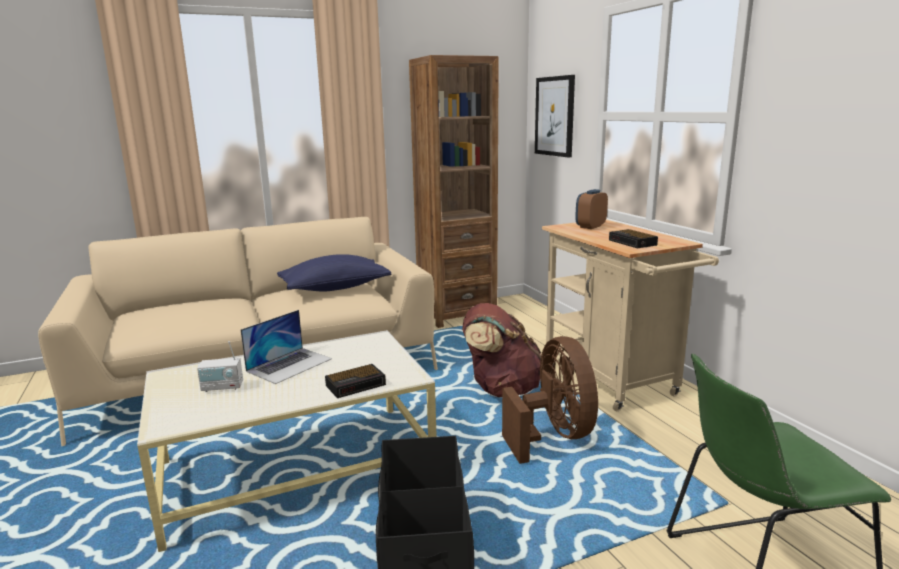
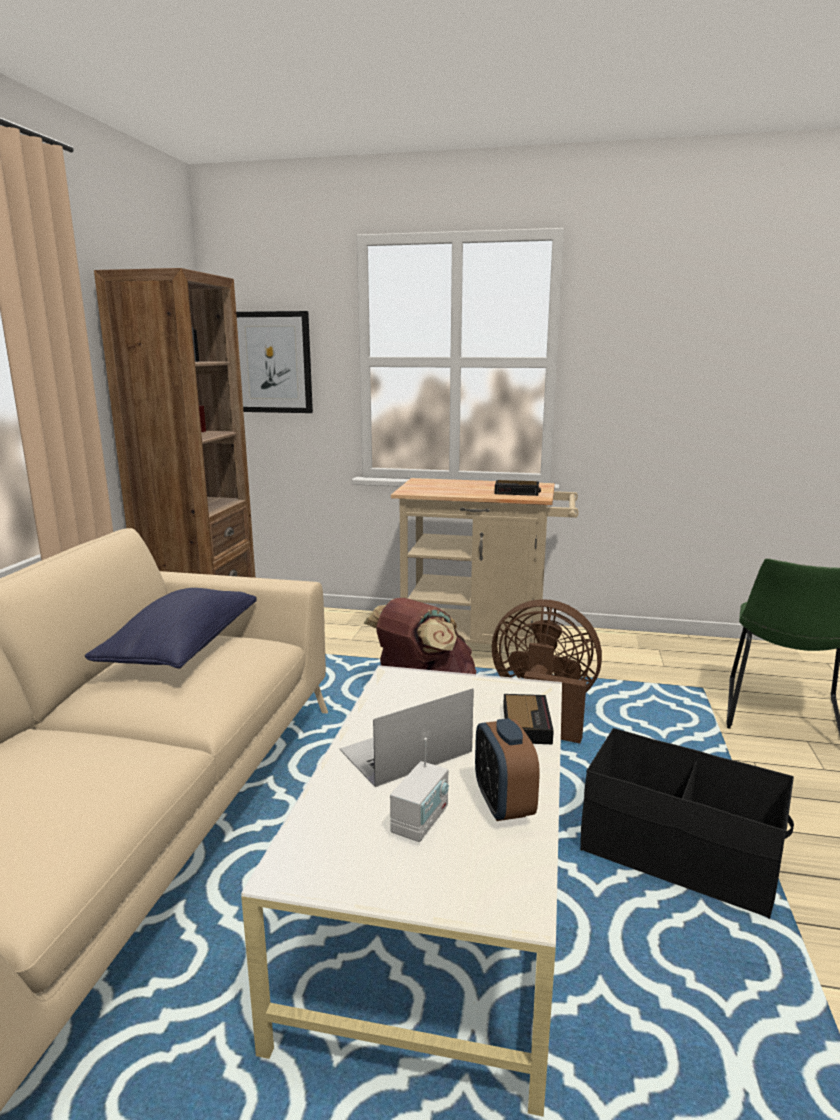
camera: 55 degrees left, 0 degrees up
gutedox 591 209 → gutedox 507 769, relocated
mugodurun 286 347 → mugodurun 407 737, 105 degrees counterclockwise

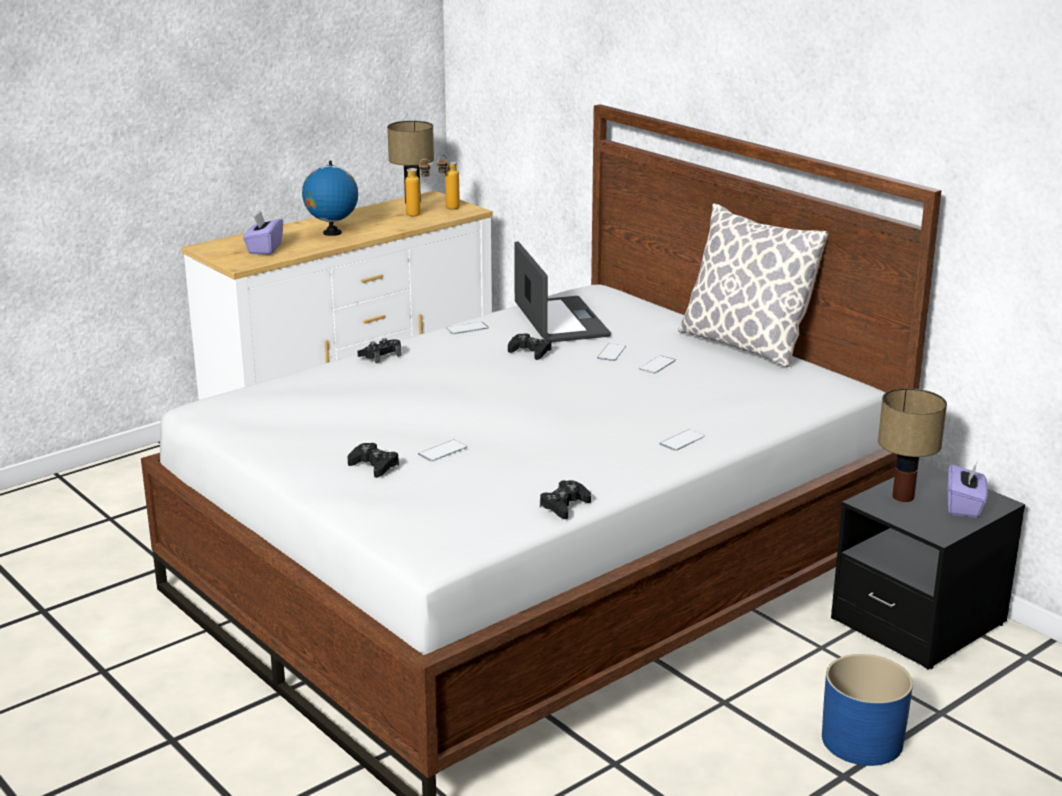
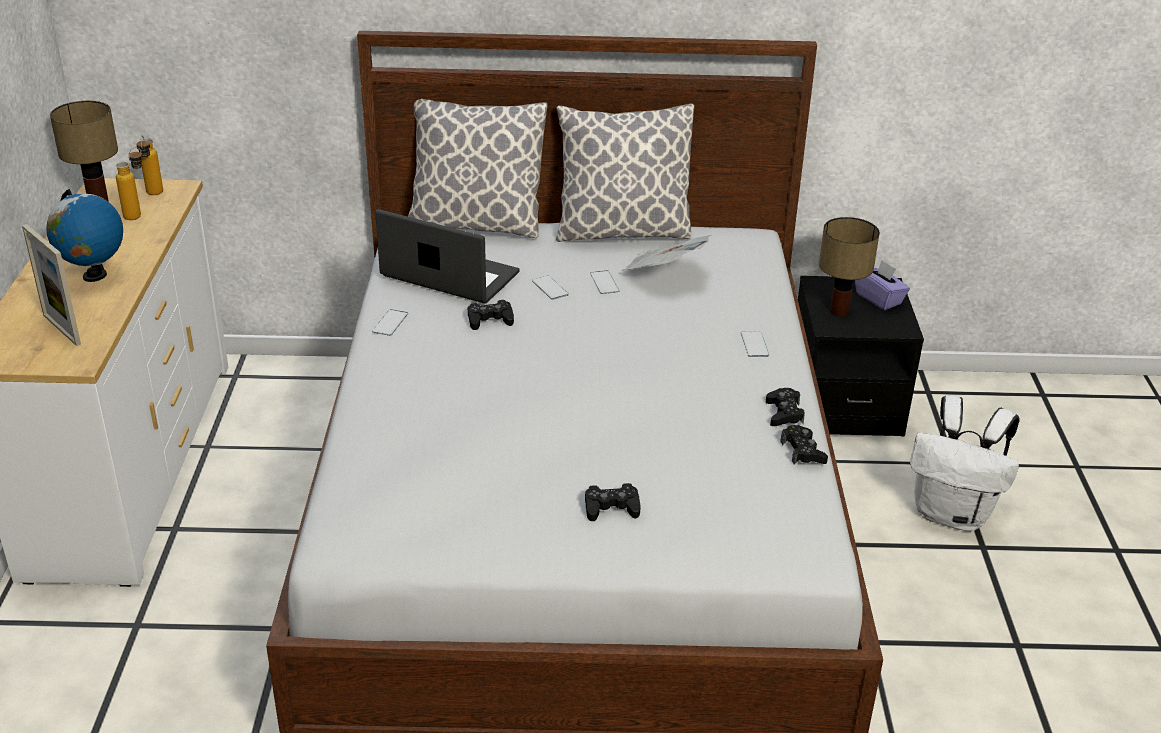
camera: 50 degrees left, 10 degrees up
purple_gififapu 263 233 → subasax 51 285
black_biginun 380 350 → black_biginun 785 407, relocated
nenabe 442 450 → -
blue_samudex 867 710 → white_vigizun 965 463
- → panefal 478 168
- → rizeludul 666 253

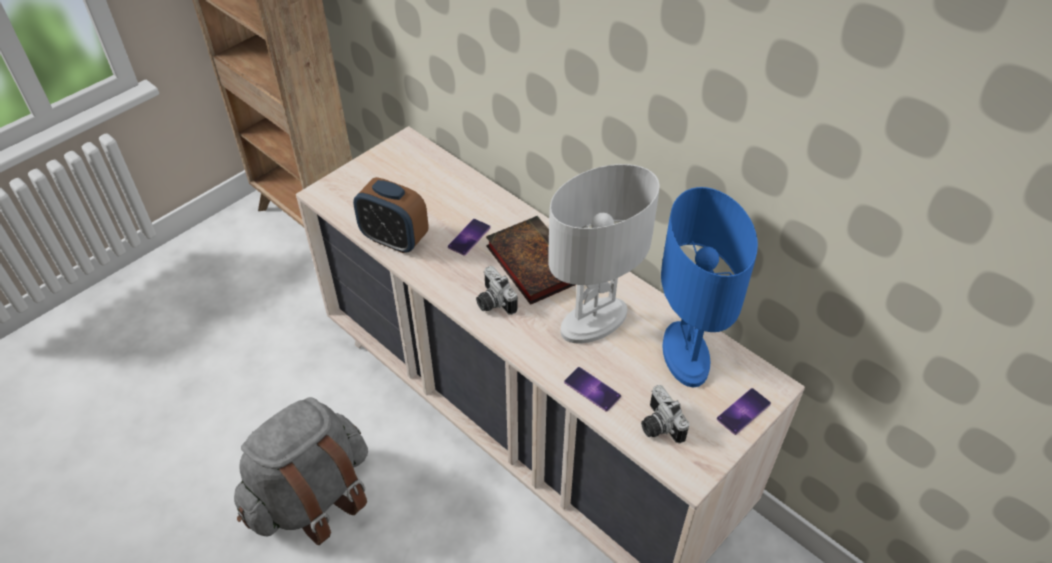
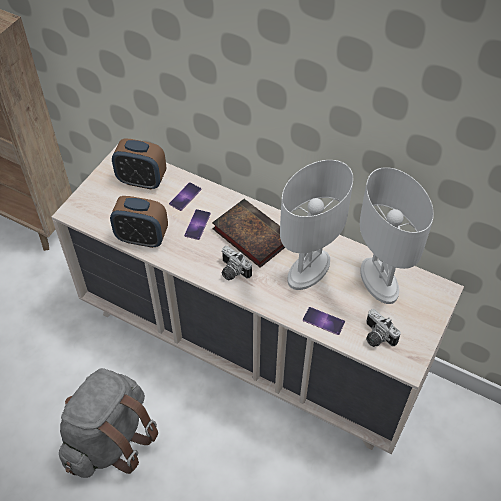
camera: 15 degrees left, 5 degrees up
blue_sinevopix 709 287 → white_sinevopix 397 235
nenabe 744 411 → nenabe 185 196, relocated
- → gutedox 139 164

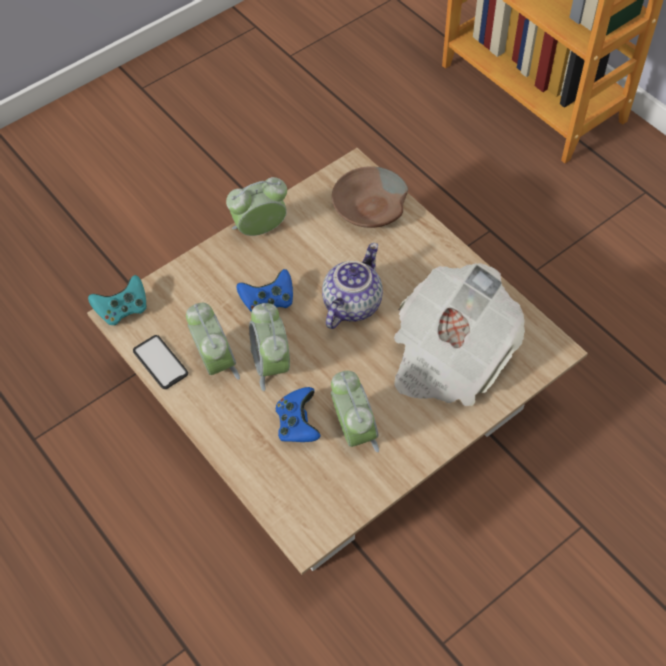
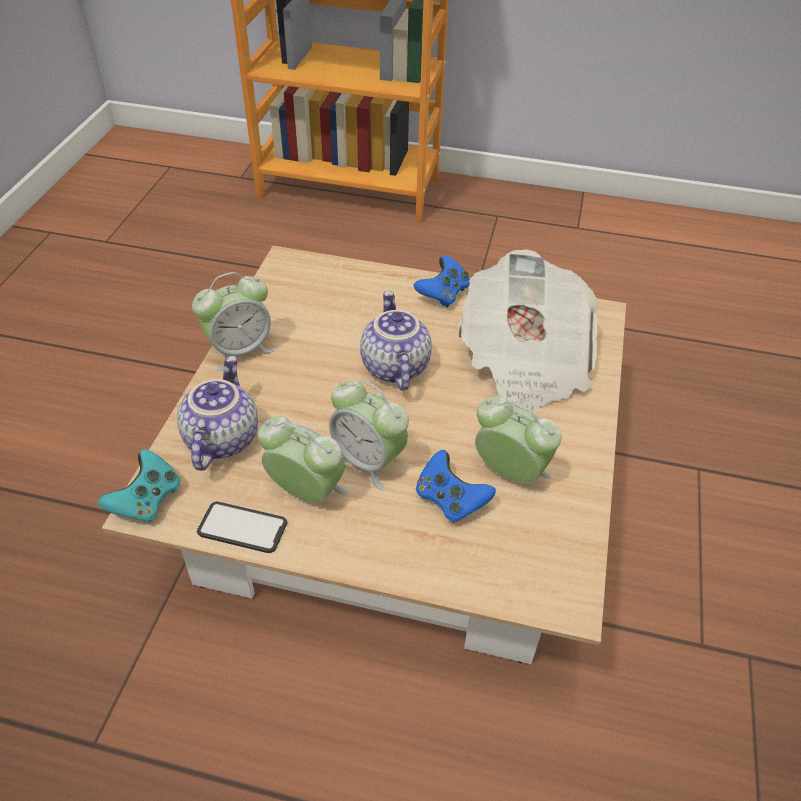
camera: 40 degrees left, 10 degrees down
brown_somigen 370 197 → -
gutedox 256 206 → gutedox 233 321, 150 degrees counterclockwise
blue_biginun 265 290 → blue_biginun 442 281, relocated
- → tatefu 217 413

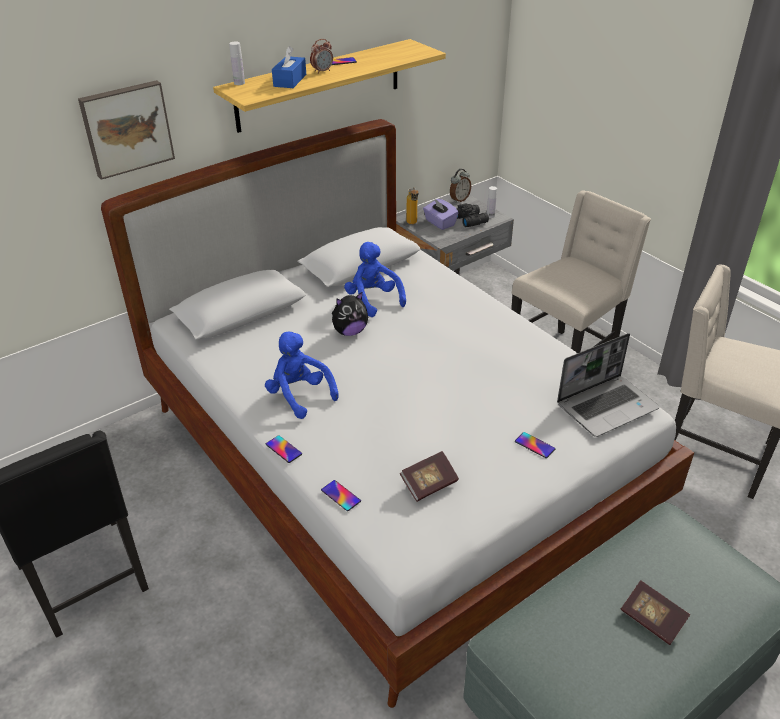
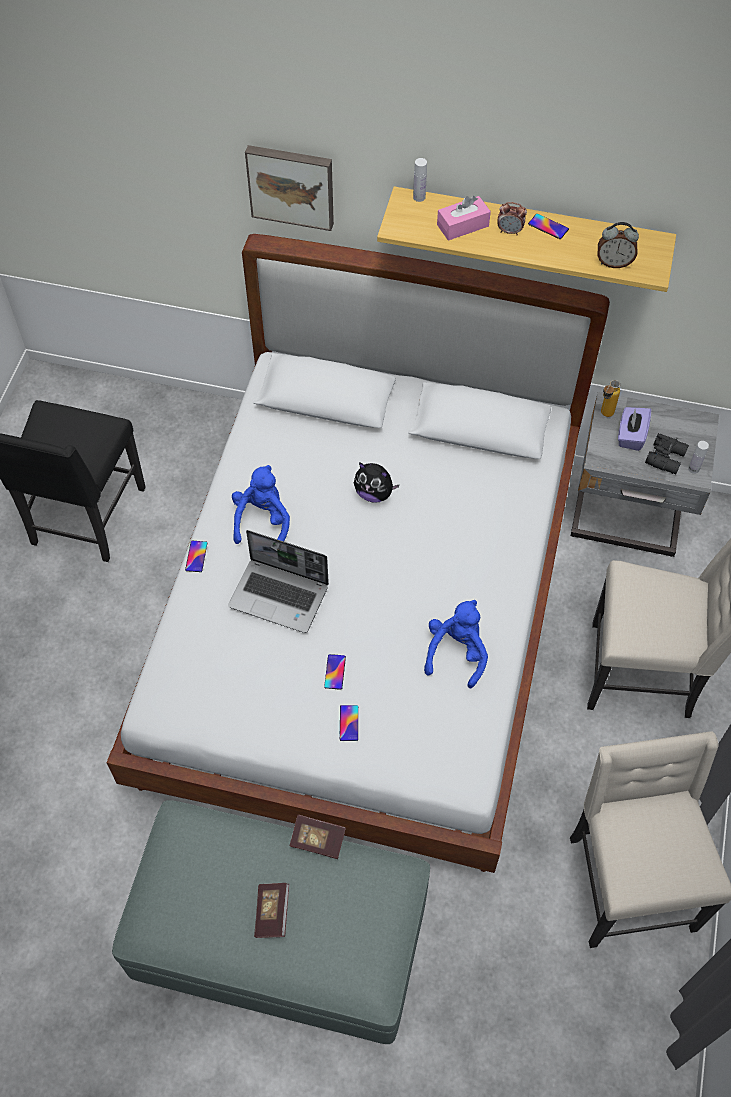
camera: 50 degrees right, 20 degrees up
blue_gififapu 289 67 → pink_gififapu 464 218
gutedox 460 186 → gutedox 618 245, relocated
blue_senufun 375 279 → blue_senufun 456 644, relocated
mugodurun 608 385 → mugodurun 278 581, relocated
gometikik 429 476 → gometikik 317 837, relocated
nenabe 341 495 → nenabe 335 672, relocated

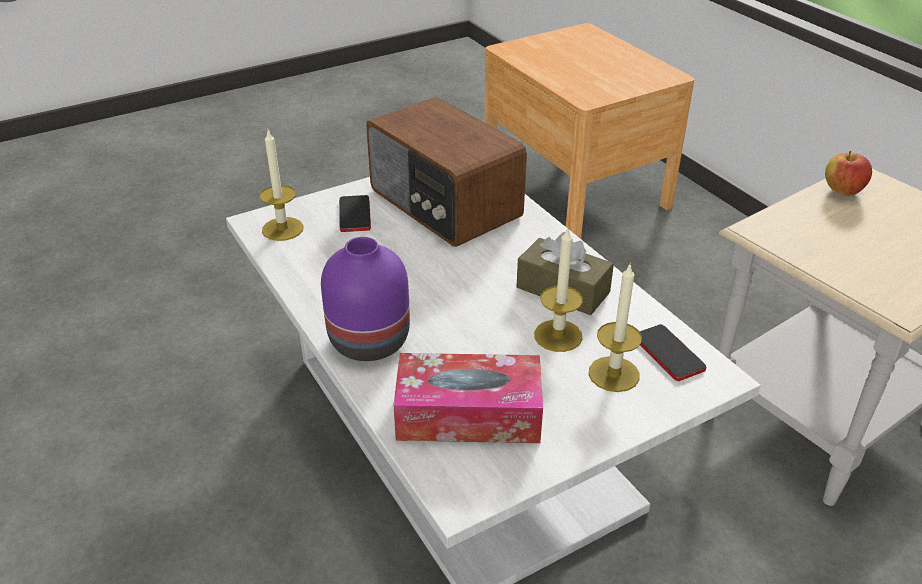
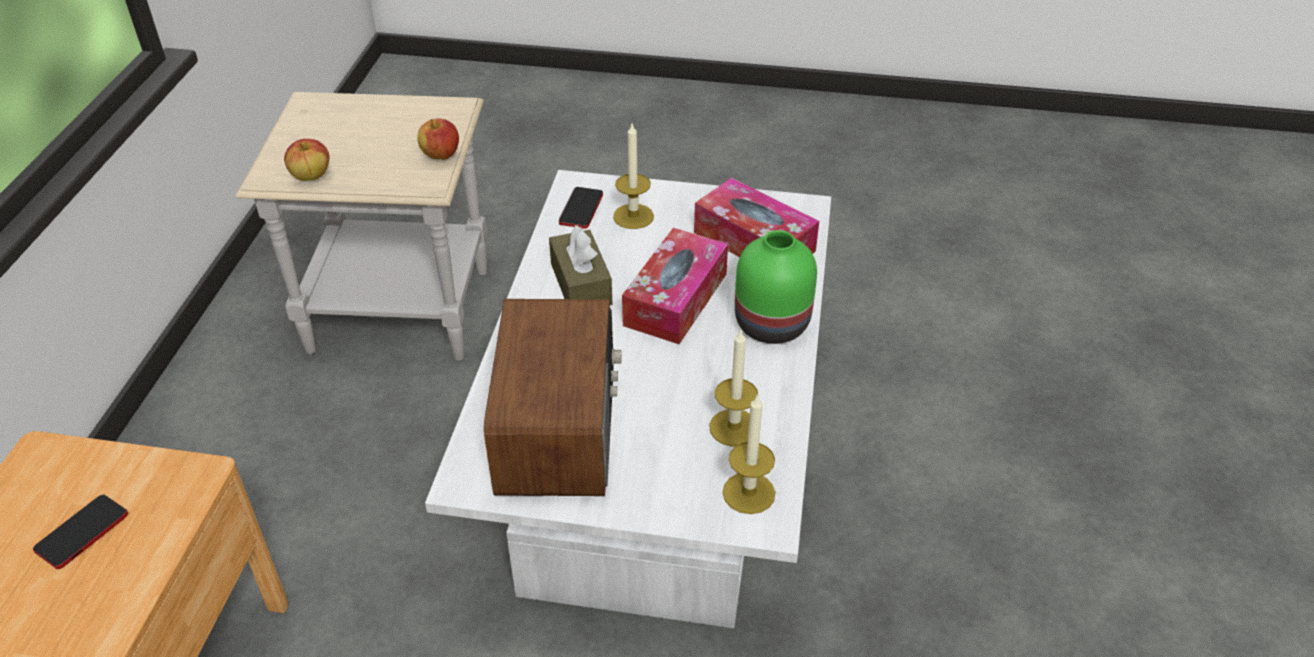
camera: 140 degrees left, 5 degrees up
nenabe 355 213 → nenabe 80 532, relocated
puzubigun 558 290 → puzubigun 733 388, relocated
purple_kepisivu 365 299 → green_kepisivu 776 287
- → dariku 438 139
- → gififapu 675 286

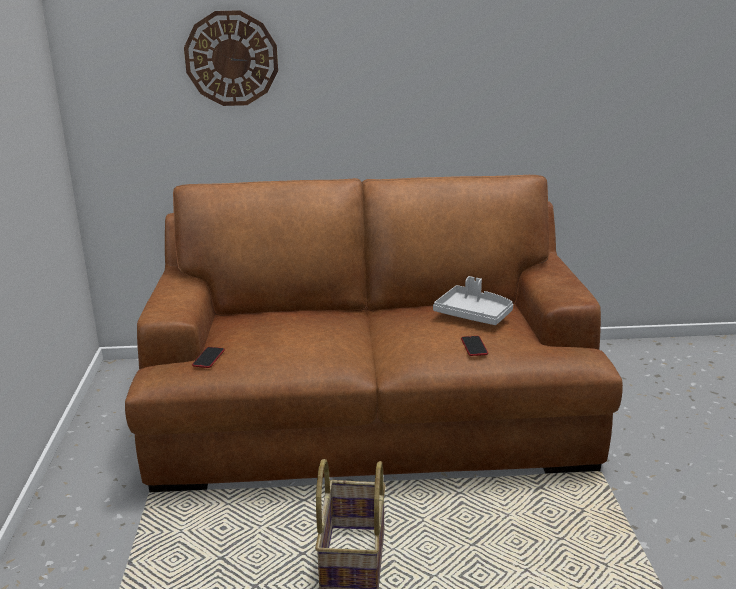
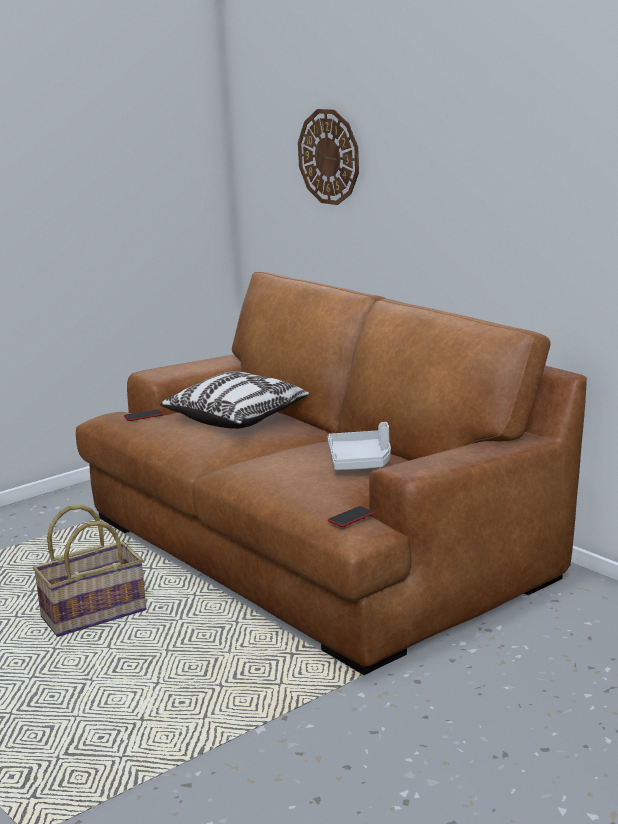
camera: 55 degrees right, 5 degrees down
nenabe 474 346 → nenabe 351 516, relocated
- → panefal 234 400

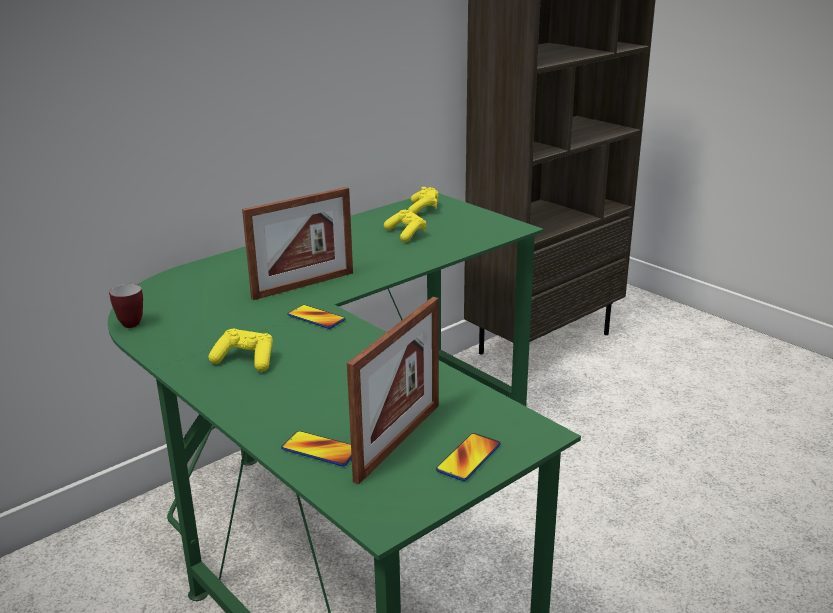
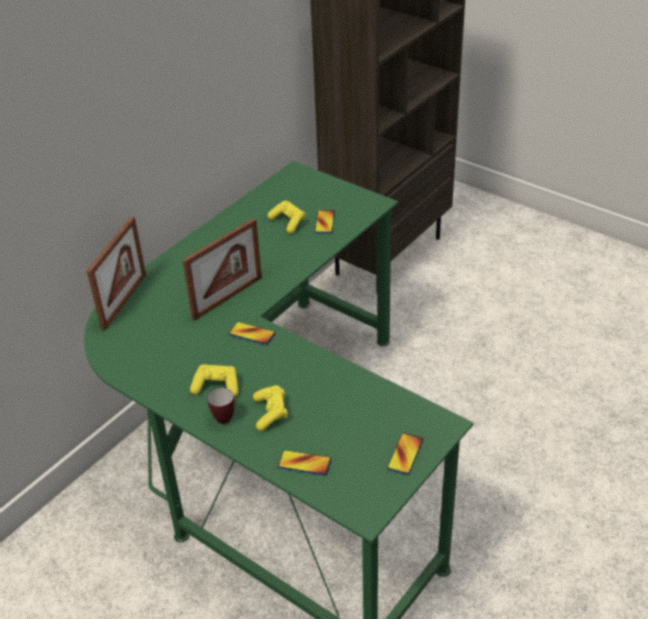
camera: 10 degrees left, 15 degrees up
yellow_biginun 423 200 → yellow_biginun 270 408, relocated
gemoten 126 306 → gemoten 221 406, relocated
subasax 393 390 → subasax 116 274, relocated
- → nenabe 325 221

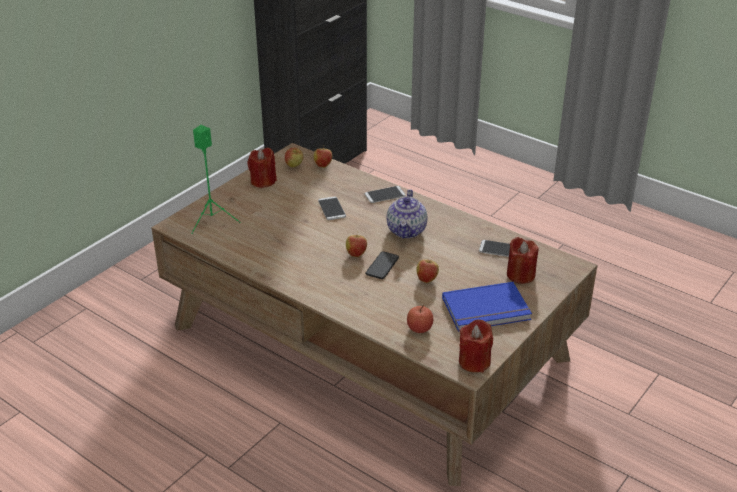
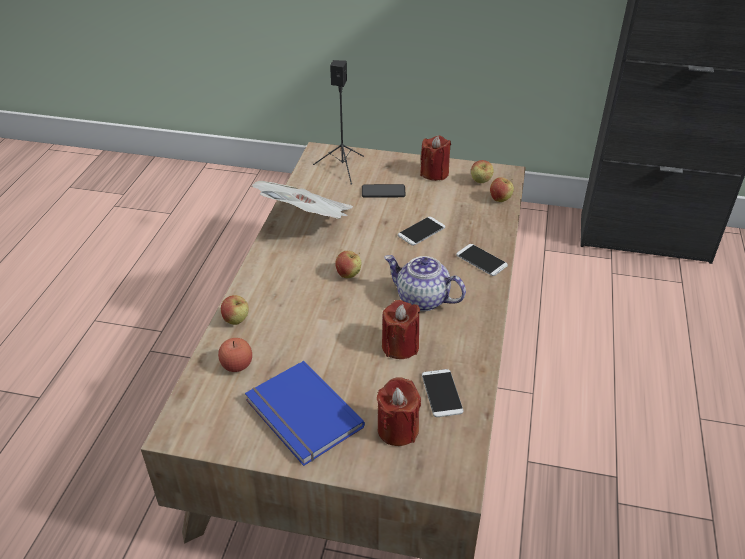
camera: 65 degrees right, 5 degrees up
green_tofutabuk 216 179 → black_tofutabuk 338 122
tatefu 406 213 → tatefu 425 283, 45 degrees clockwise
nenabe 382 265 → nenabe 384 191, relocated
dariku 427 270 → dariku 235 310, relocated
red_puzubigun 476 346 → red_puzubigun 401 329, relocated
- → rizeludul 302 200

